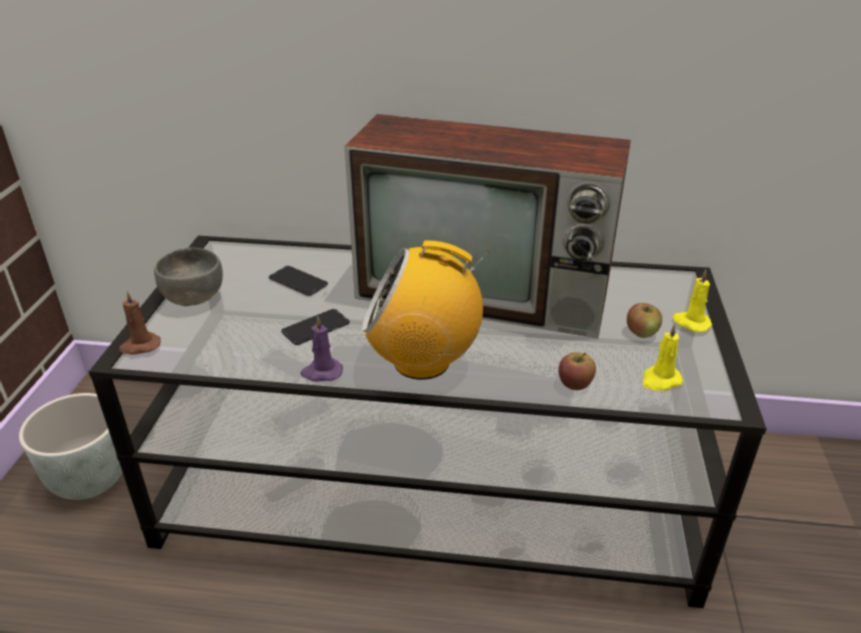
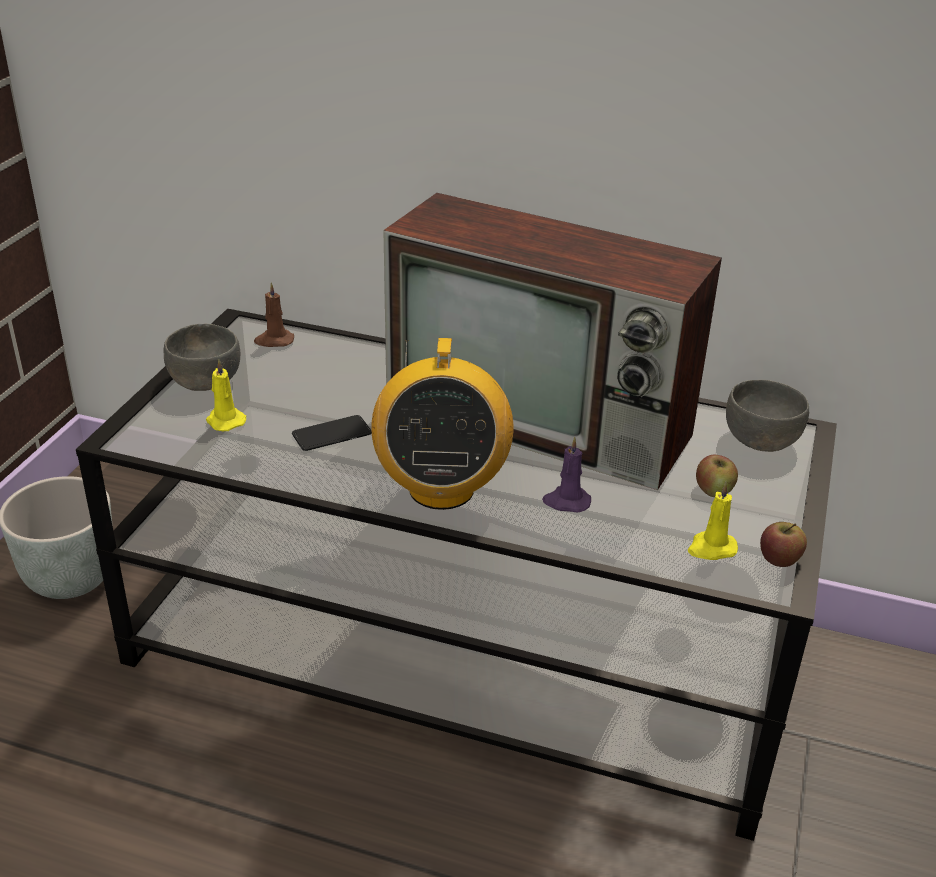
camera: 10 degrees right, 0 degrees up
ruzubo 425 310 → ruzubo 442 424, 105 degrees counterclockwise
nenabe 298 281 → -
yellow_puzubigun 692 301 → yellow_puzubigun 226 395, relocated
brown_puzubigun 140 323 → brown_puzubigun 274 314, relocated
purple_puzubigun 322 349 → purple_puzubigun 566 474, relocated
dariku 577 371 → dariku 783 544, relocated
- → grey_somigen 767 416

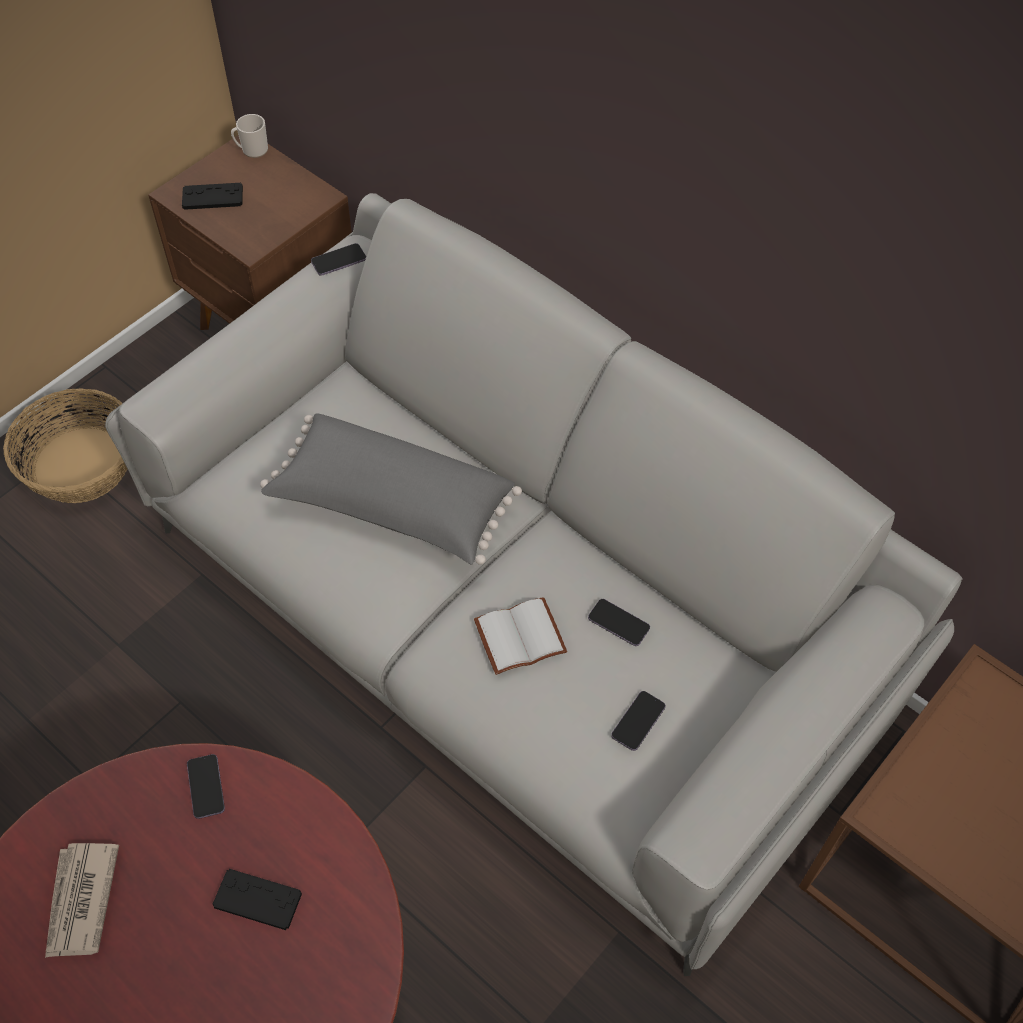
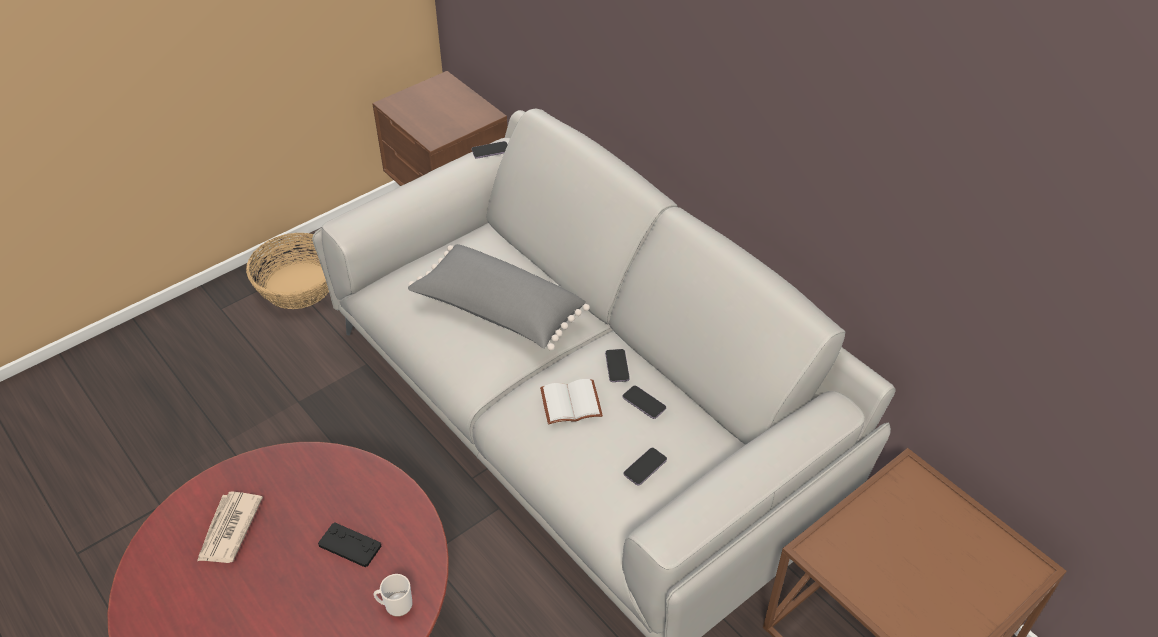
camera: 10 degrees right, 10 degrees down
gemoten 249 136 → gemoten 392 595, relocated
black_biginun 212 196 → -
nenabe 206 786 → nenabe 617 365, relocated

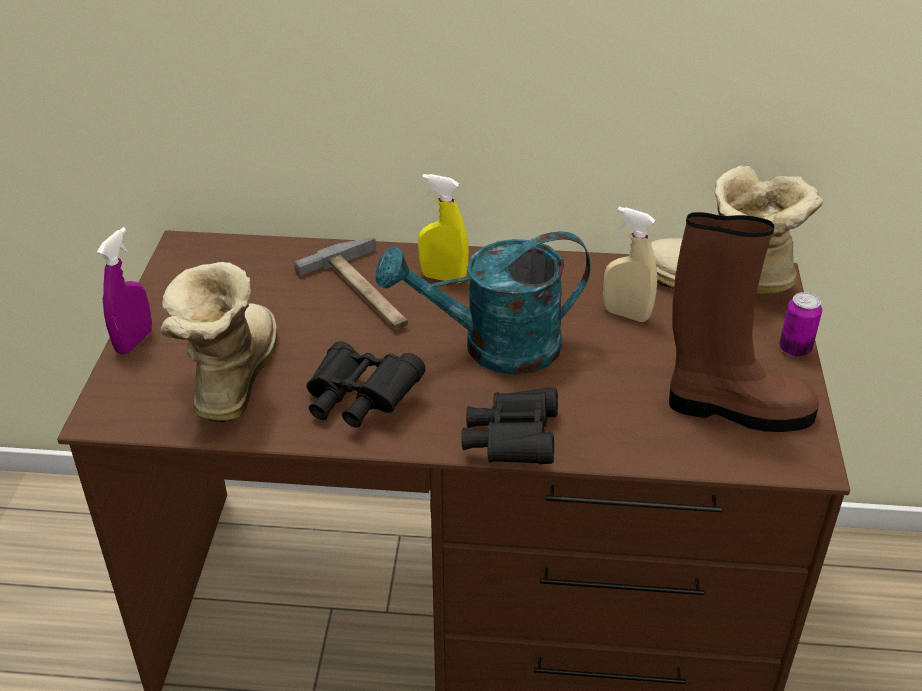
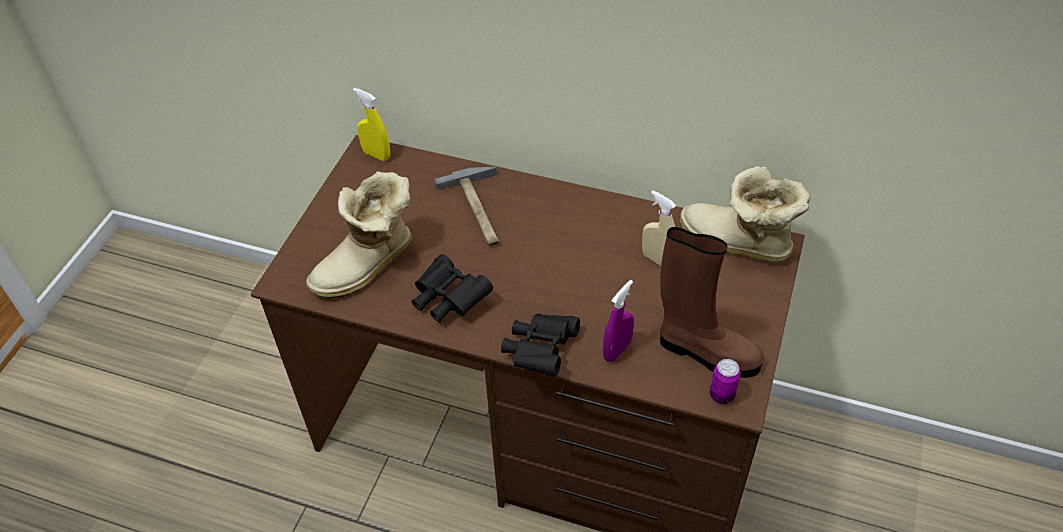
camera: 15 degrees right, 10 degrees up
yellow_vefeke 443 228 → yellow_vefeke 371 124, relocated
purple_vefeke 124 290 → purple_vefeke 618 321, relocated
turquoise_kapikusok 483 303 → -
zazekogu 219 342 → zazekogu 359 235, 150 degrees counterclockwise
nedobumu 801 324 → nedobumu 725 381, relocated

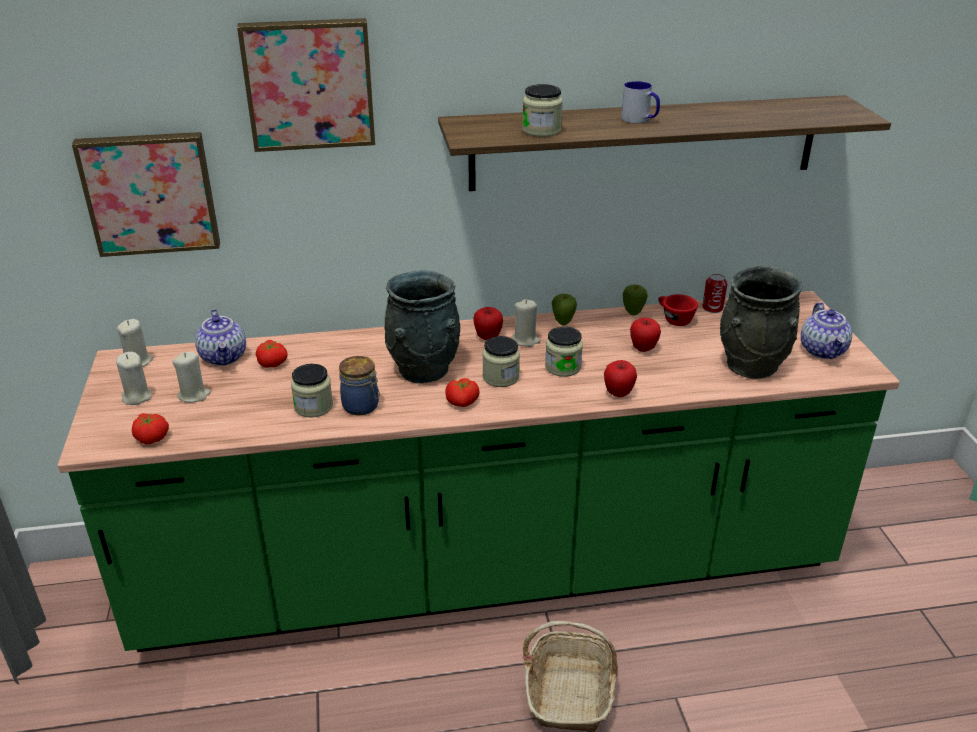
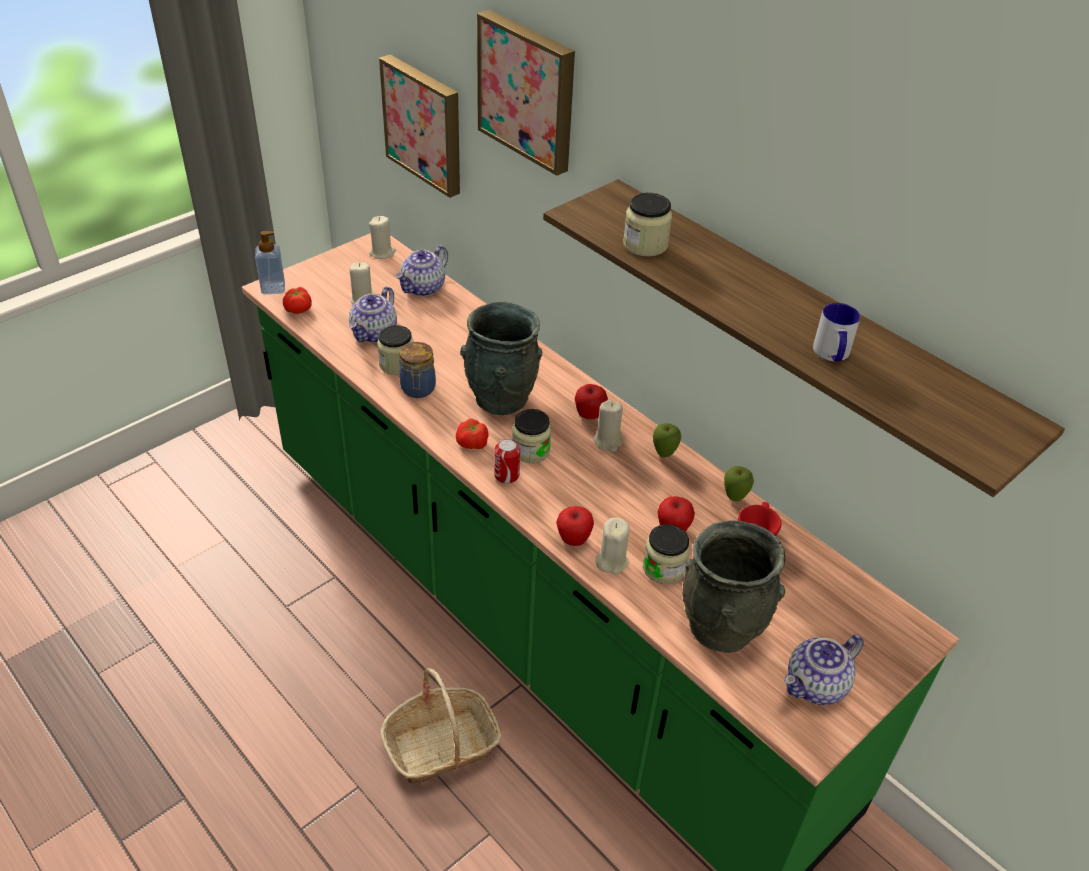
camera: 55 degrees right, 10 degrees up
gemoten 640 102 → gemoten 836 332, relocated
nedobumu 715 293 → nedobumu 507 461, relocated
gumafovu 564 352 → gumafovu 666 554, relocated
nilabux 272 354 → -
beige_puzubigun 134 378 → beige_puzubigun 613 546, relocated
- → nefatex 270 262
- → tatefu 373 314

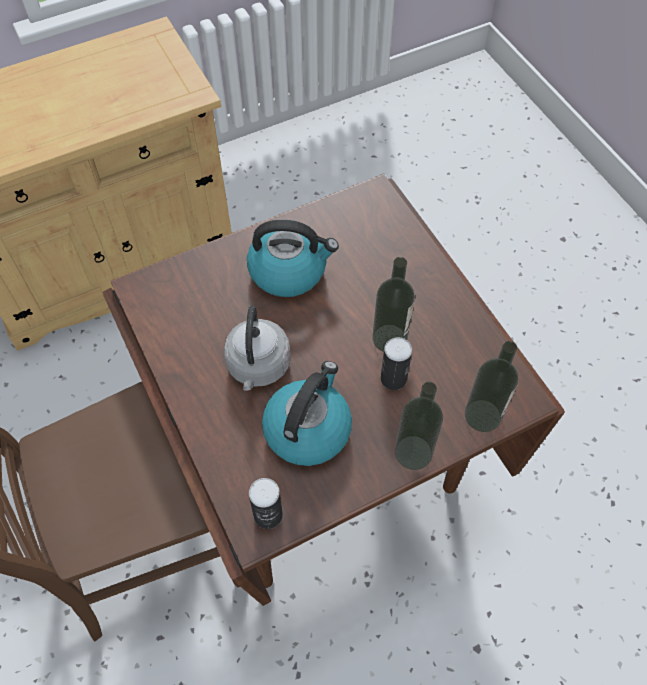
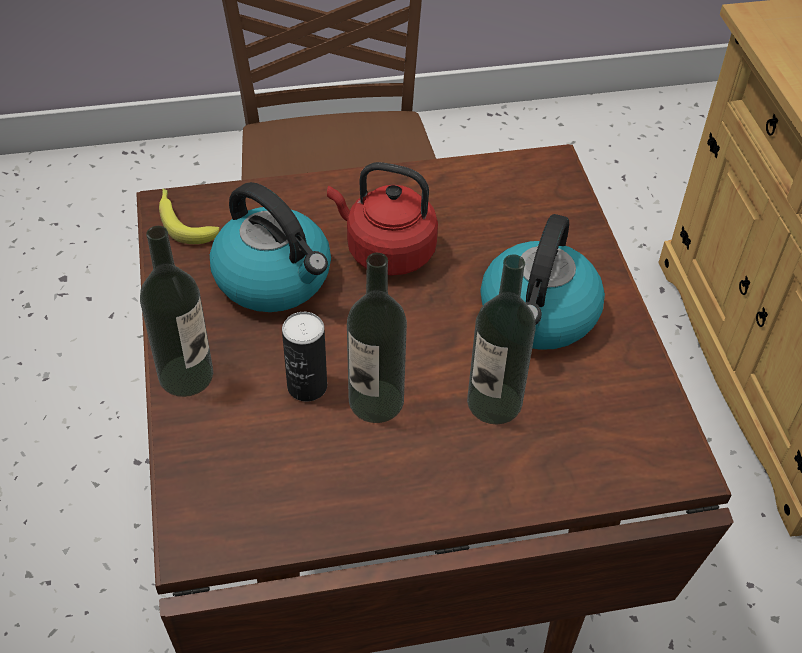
camera: 105 degrees right, 10 degrees down
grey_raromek 257 348 → red_raromek 382 218
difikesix 491 386 → difikesix 501 339, relocated
nedobumu 266 503 → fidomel 189 216

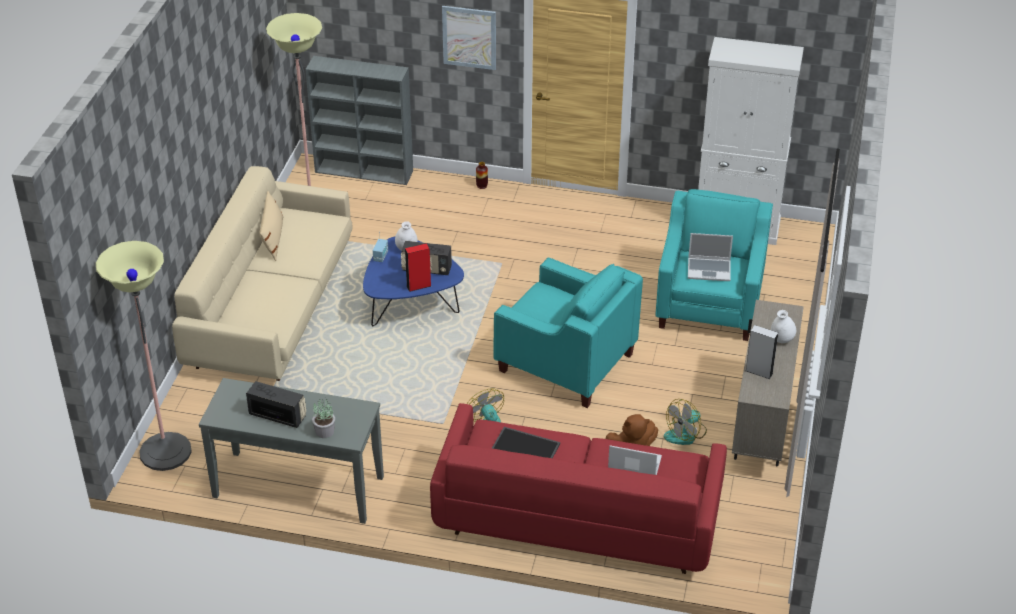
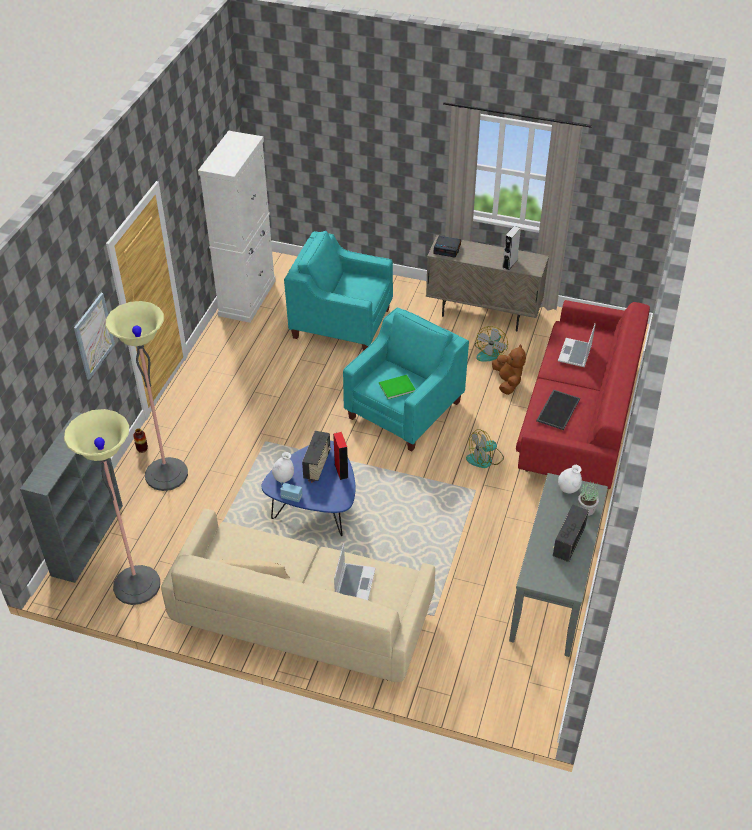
camera: 85 degrees left, 5 degrees up
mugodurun 710 257 → mugodurun 354 571, relocated
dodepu 144 356 → dodepu 147 396, relocated
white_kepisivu 783 326 → white_kepisivu 570 479, relocated
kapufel 685 422 → kapufel 491 344, 60 degrees clockwise
- → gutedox 447 247
- → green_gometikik 397 387

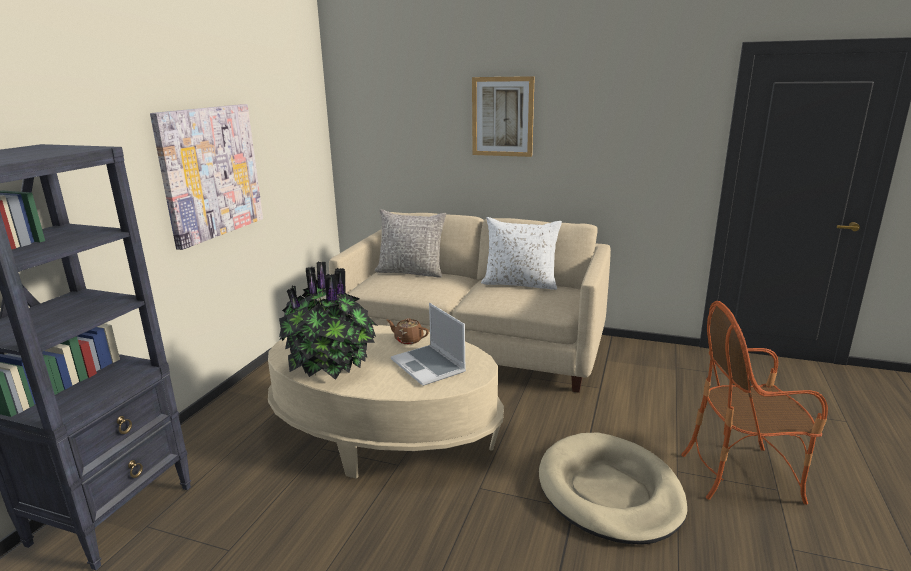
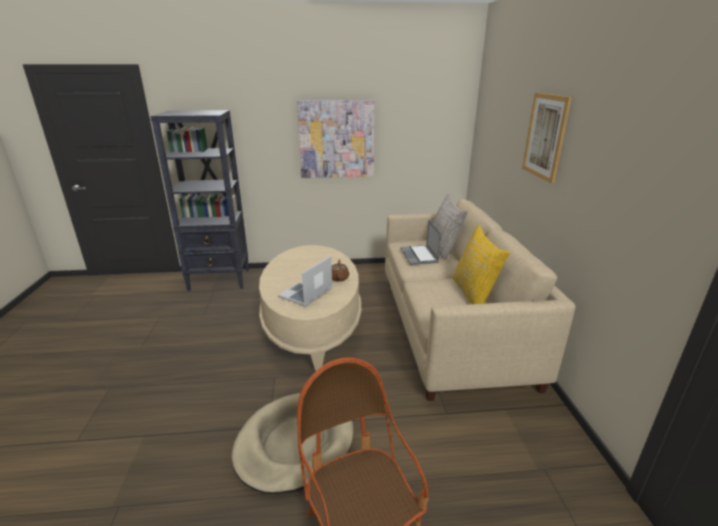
camera: 65 degrees right, 5 degrees up
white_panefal 521 253 → yellow_panefal 481 264
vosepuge 328 321 → -
- → mugodurun 420 242

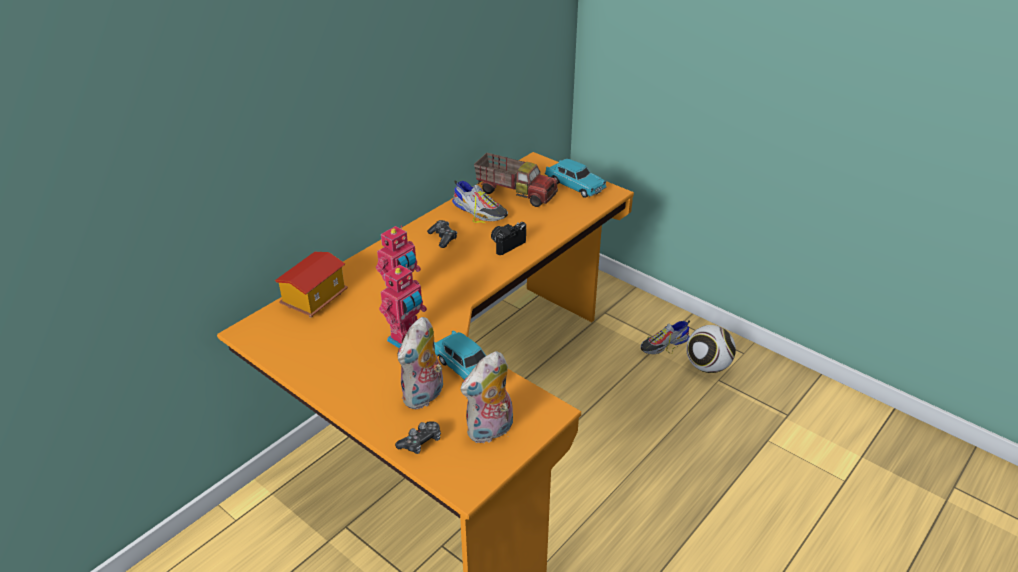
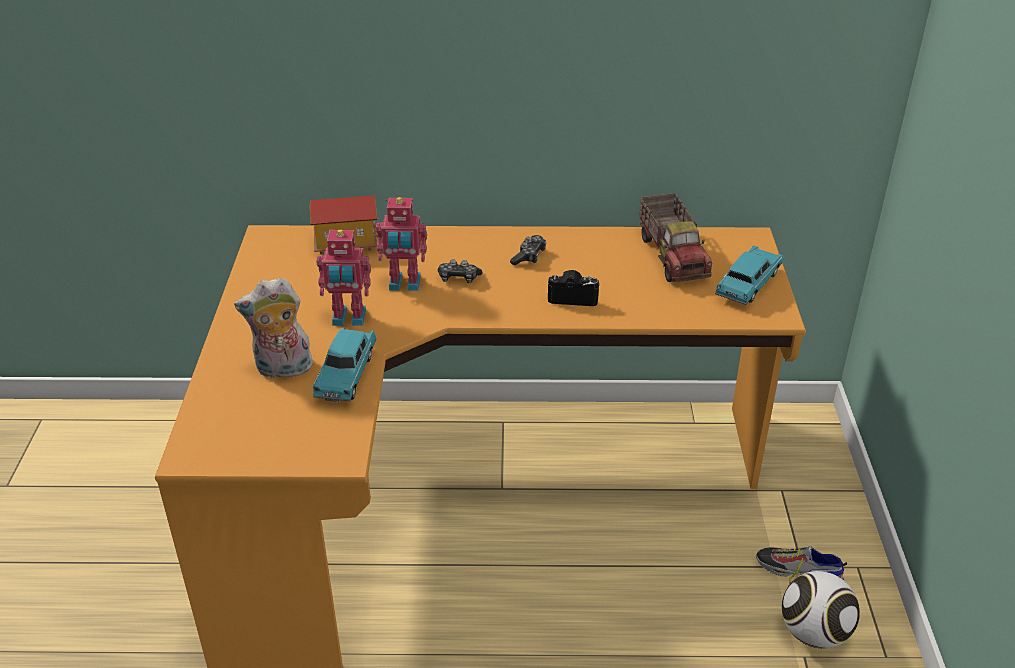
camera: 50 degrees right, 0 degrees up
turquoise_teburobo 575 178 → turquoise_teburobo 749 275, 150 degrees counterclockwise
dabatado 480 202 → -
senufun 486 397 → -
biginun 418 437 → biginun 460 271, relocated

